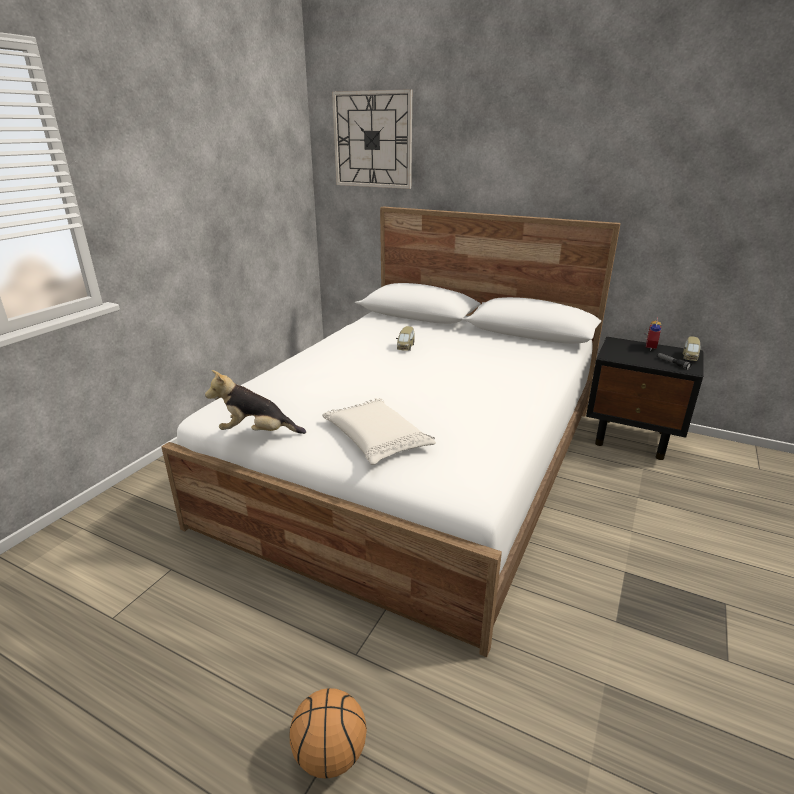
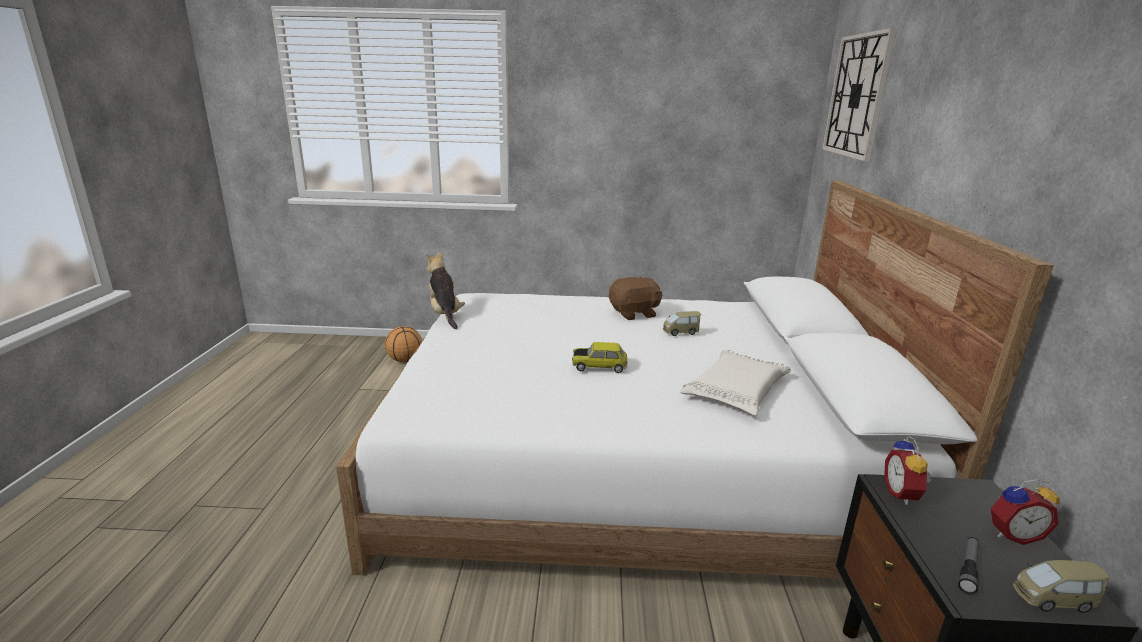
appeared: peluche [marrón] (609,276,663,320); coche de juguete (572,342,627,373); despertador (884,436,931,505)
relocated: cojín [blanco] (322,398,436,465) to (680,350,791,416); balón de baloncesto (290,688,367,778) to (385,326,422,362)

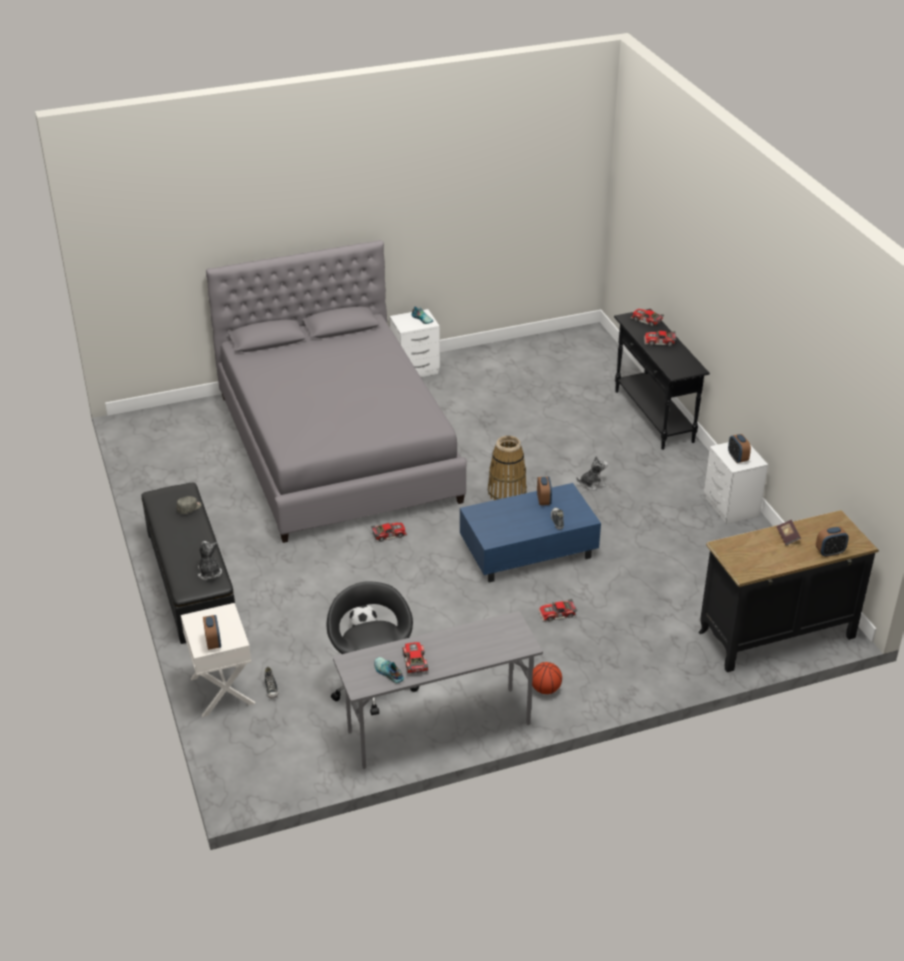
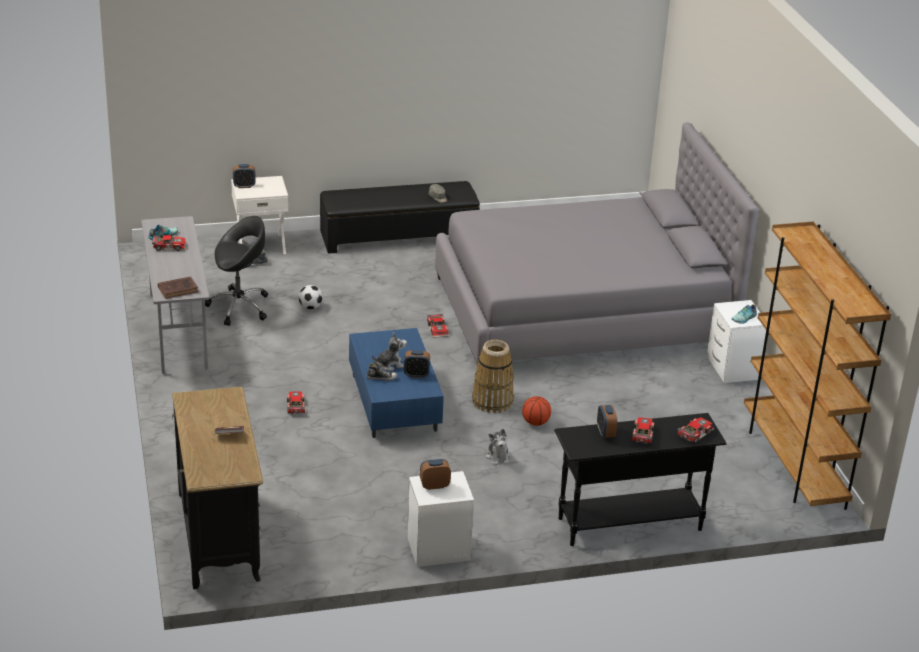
appeared: estantería [marrón] (744,222,891,510); libro [marrón] (158,276,198,299)
relocated: despertador (816,527,849,557) to (597,405,617,438); peluche (198,541,222,580) to (372,333,407,371); balón de baloncesto (532,662,562,694) to (522,396,551,426)

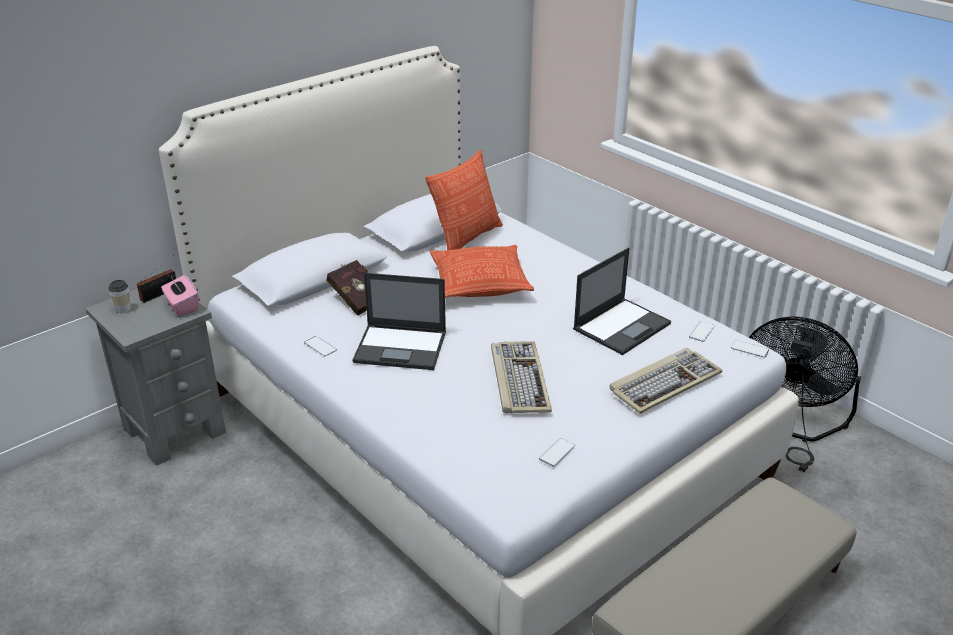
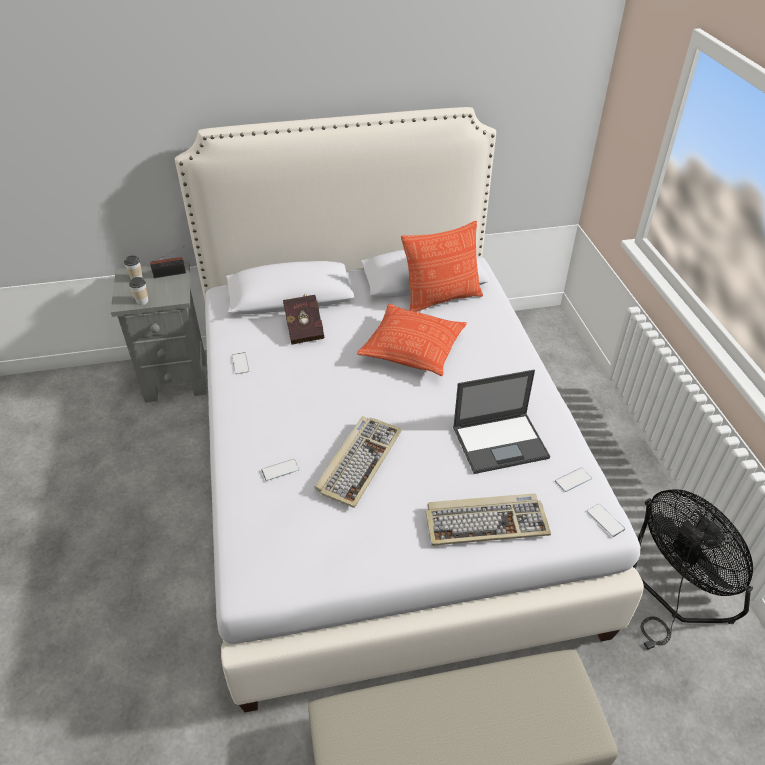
missing: portátil (352,273,446,370); caja de pañuelos [rosa] (161,275,199,316)
appeared: taza (129,277,148,305)
relocated: móvil (539,438,575,467) to (261,459,299,481)

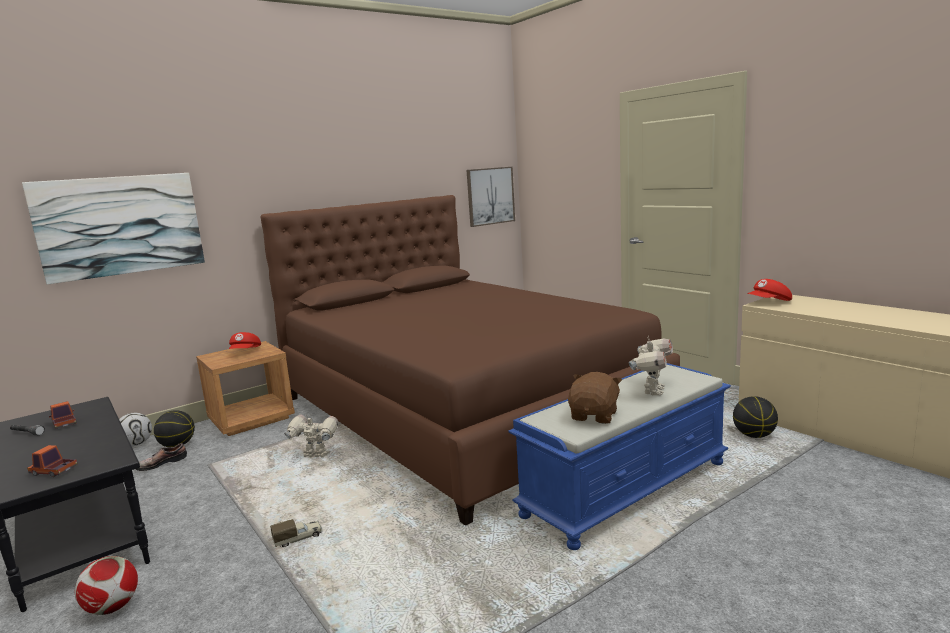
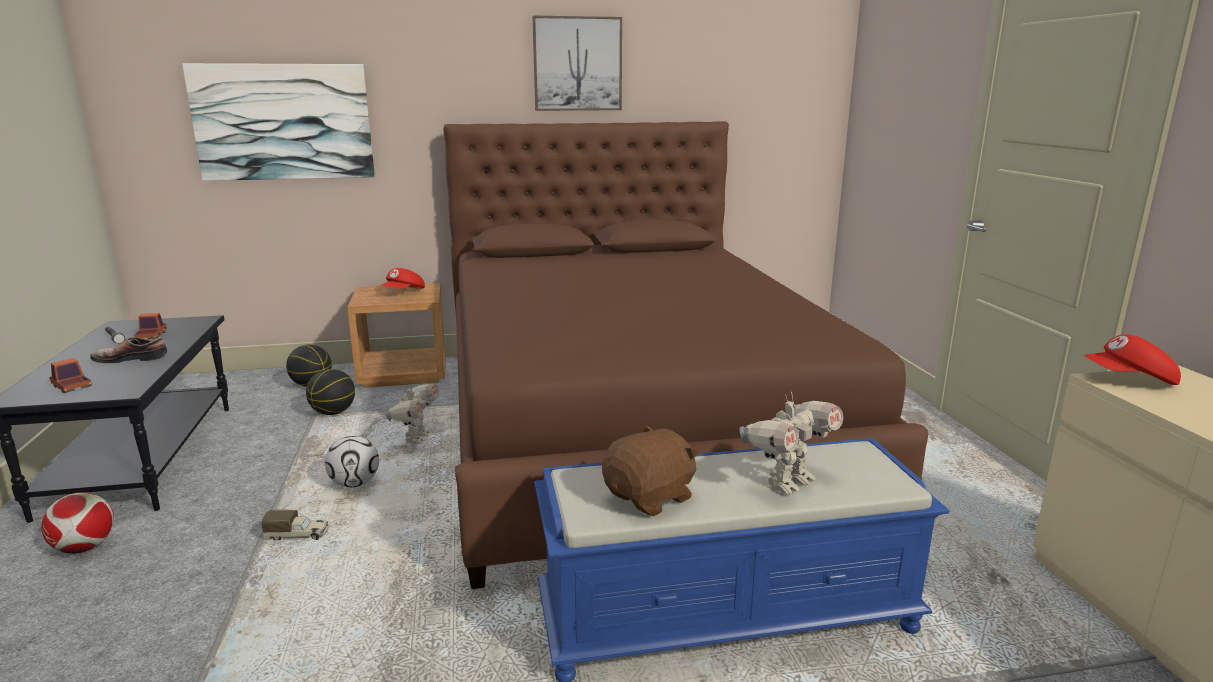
relocated: cuadro (467,167,515,227) to (532,16,622,111); balón de baloncesto (733,396,778,438) to (306,369,355,415); balón de fútbol (119,413,152,446) to (325,435,379,488); zapato (136,443,187,471) to (91,337,167,363)
spun: robot de juguete (284,415,338,458) = (384,384,439,444) 60 degrees clockwise

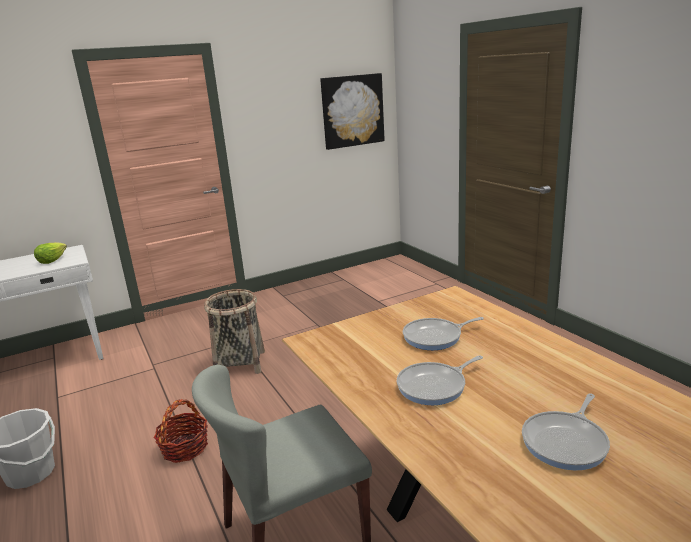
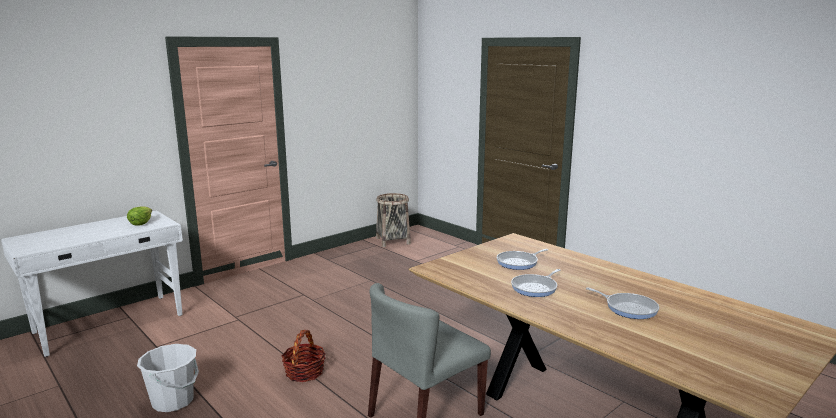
missing: cuadro (320,73,385,150)
relocated: cesta (204,289,265,374) to (376,193,411,247)
spun: sartén (522,393,610,471) = (586,288,659,319) 75 degrees counterclockwise

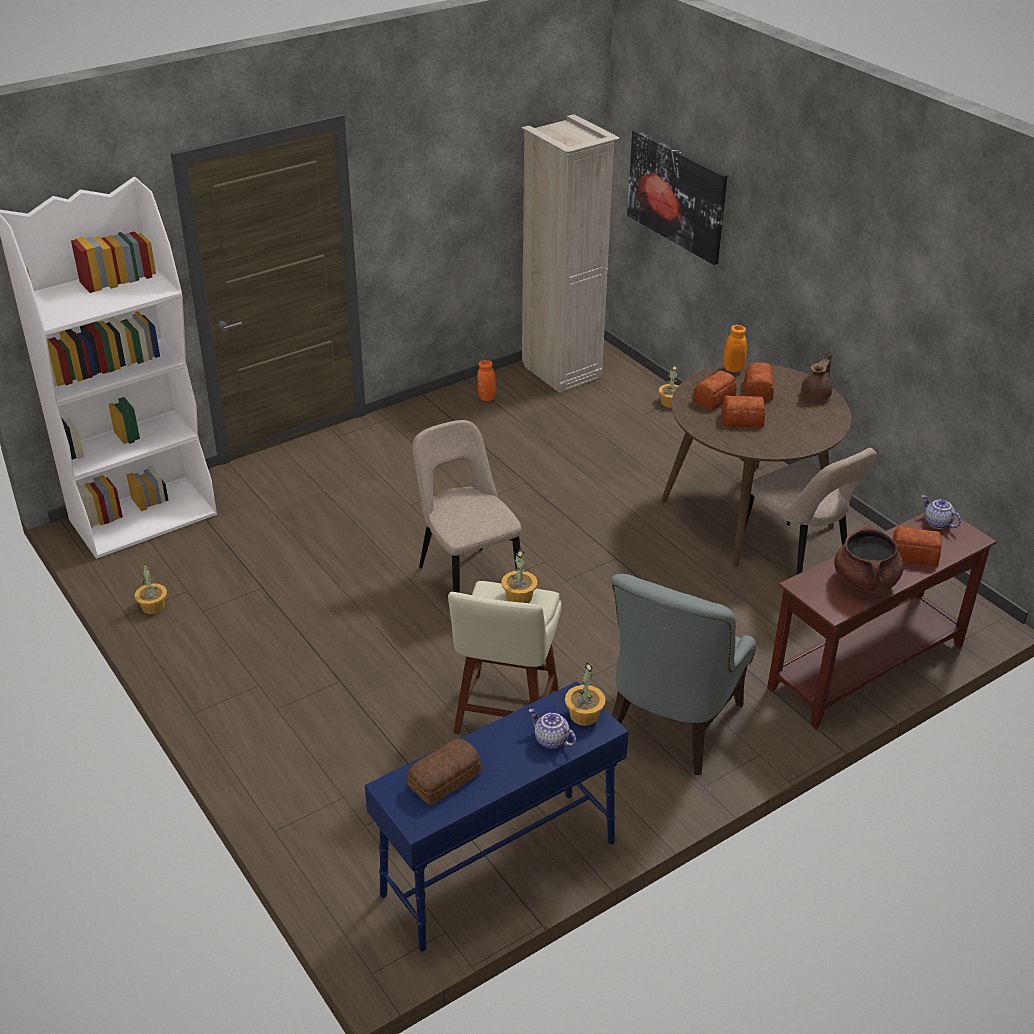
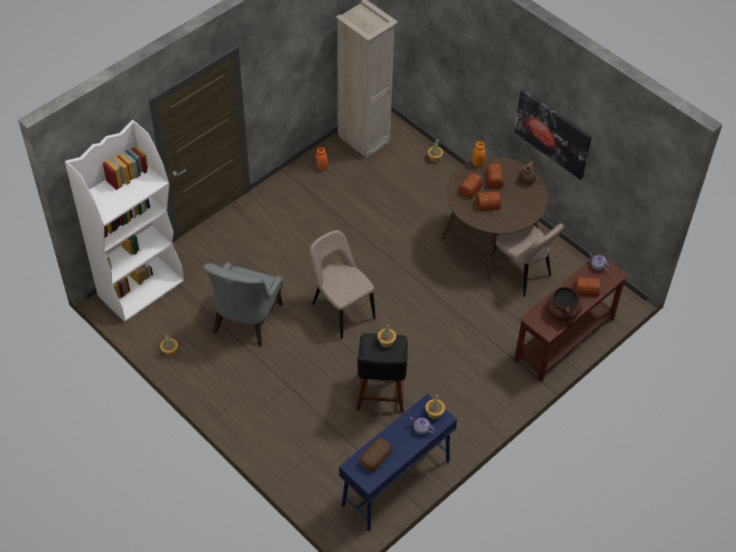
relocated: cuadro (627,130,728,265) to (514,89,592,180); silla [gris] (611,574,756,775) to (203,262,283,347)
colour: taburete [beis] (448,581,562,734) to taburete [negro] (356,333,408,413)

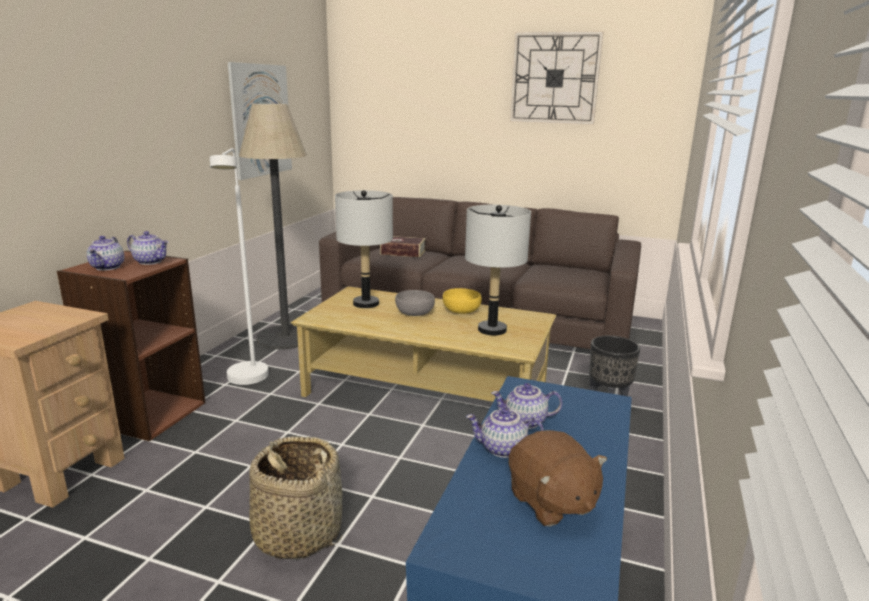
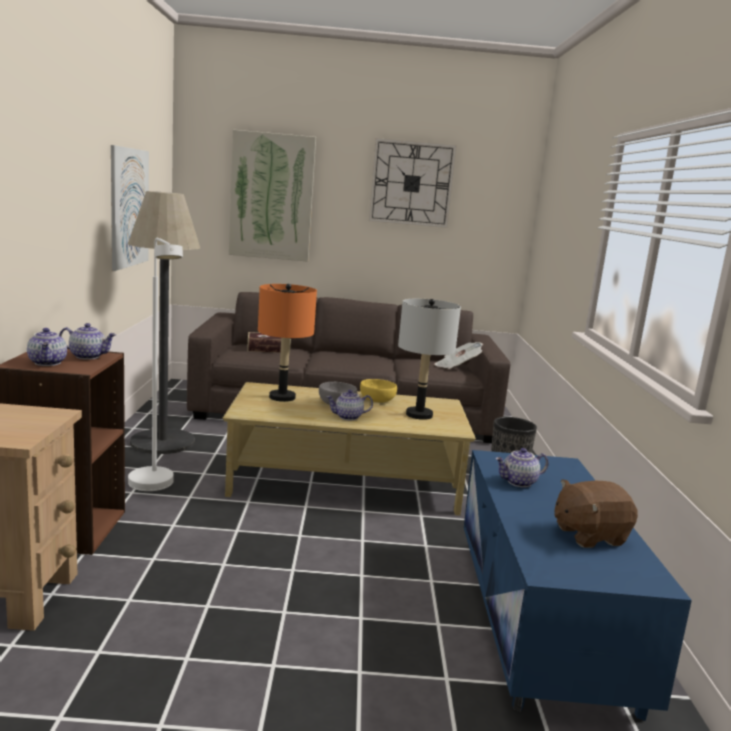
missing: cesta (249,436,342,560)
appeared: cuadro (229,130,316,262); periódico (434,342,483,369)
relocated: tetera (466,408,544,458) to (326,390,373,420)
colour: lámpara de mesa [gris] (335,190,393,308) to lámpara de mesa [naranja] (258,284,317,402)
spun: peluche [marrón] (509,430,607,527) = (554,479,638,548) 120 degrees clockwise

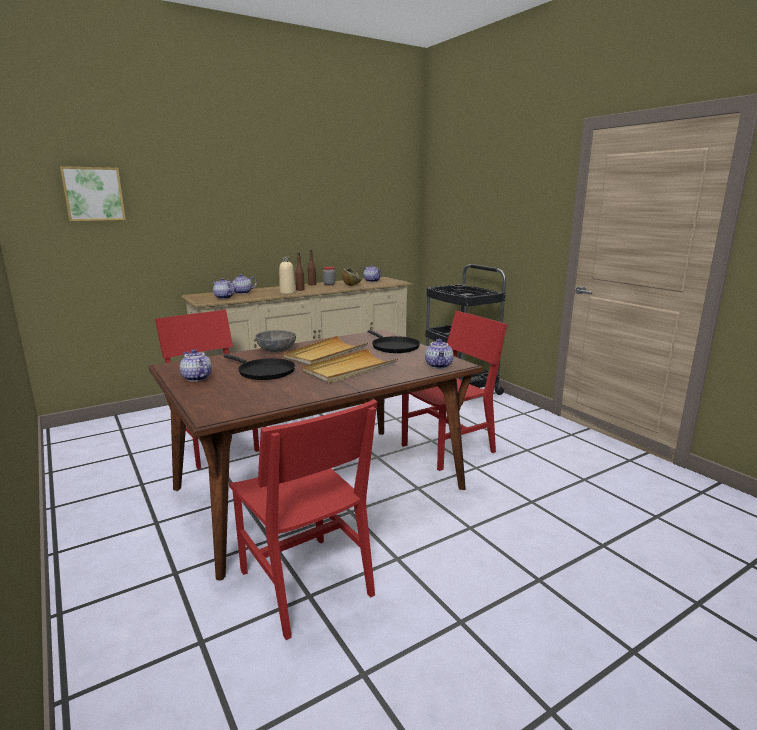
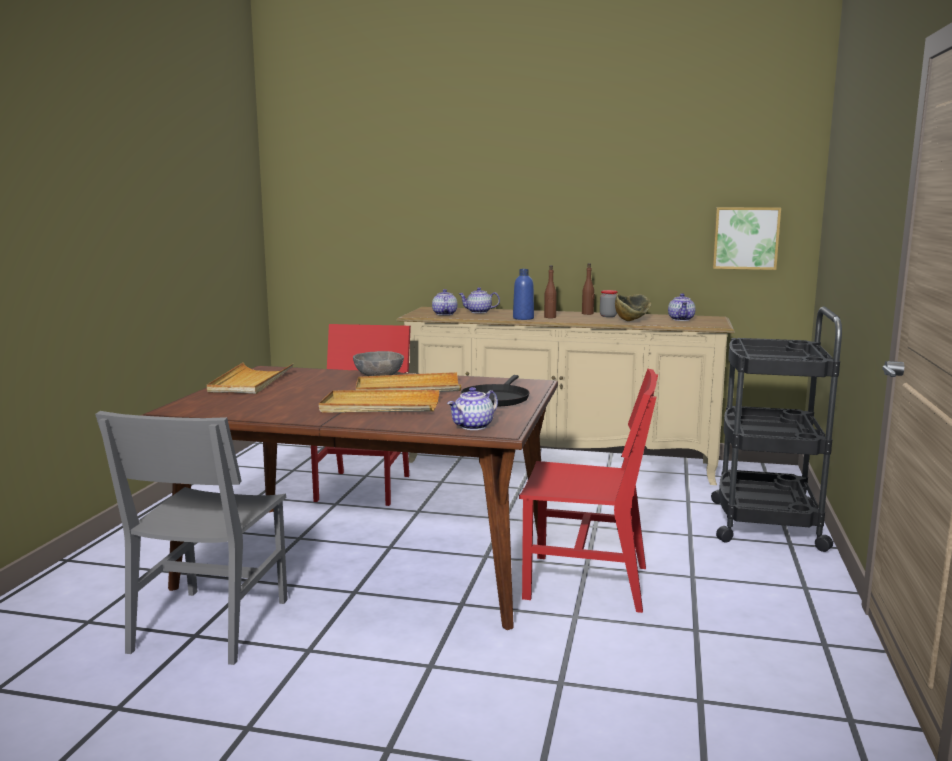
missing: sartén [negro] (224,354,295,380)
relocated: cuadro (60,166,126,221) to (713,207,781,270)
exchanged: tetera (180,349,212,382) to bandeja [beis] (207,362,293,394)
colour: botella [beis] (279,257,295,294) to botella [azul] (513,269,534,320); silla [rojo] (229,399,378,640) to silla [gris] (95,411,288,665)

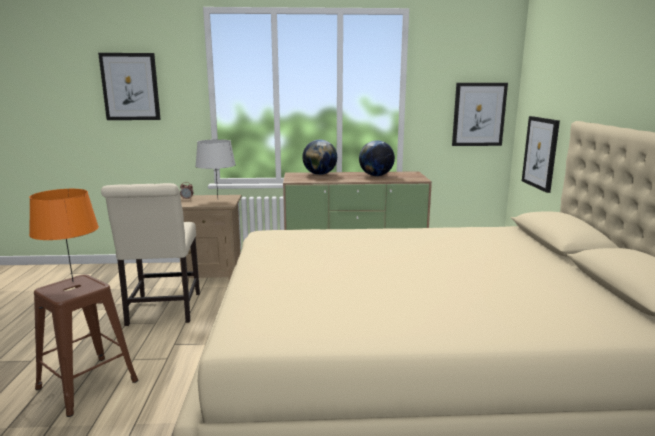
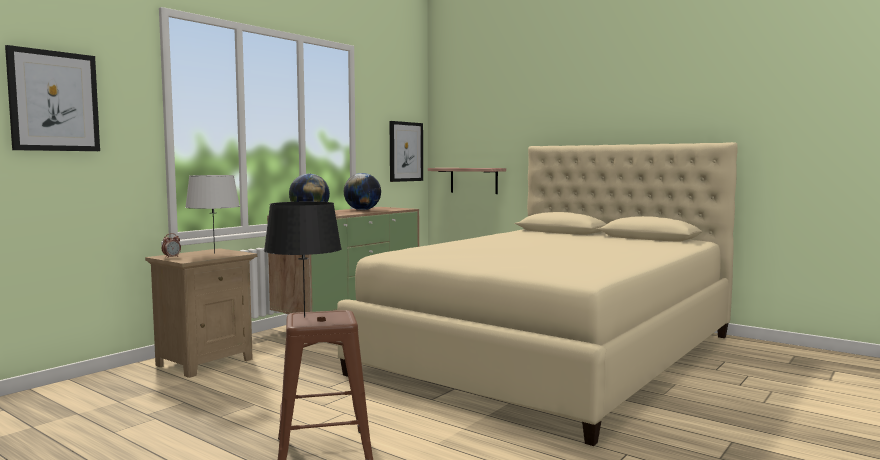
missing: silla [beis] (101,183,200,326)
exchanged: cuadro (522,116,560,193) to estante (428,168,506,194)
colour: lámpara de mesa [naranja] (29,189,99,282) to lámpara de mesa [negro] (264,202,342,317)

